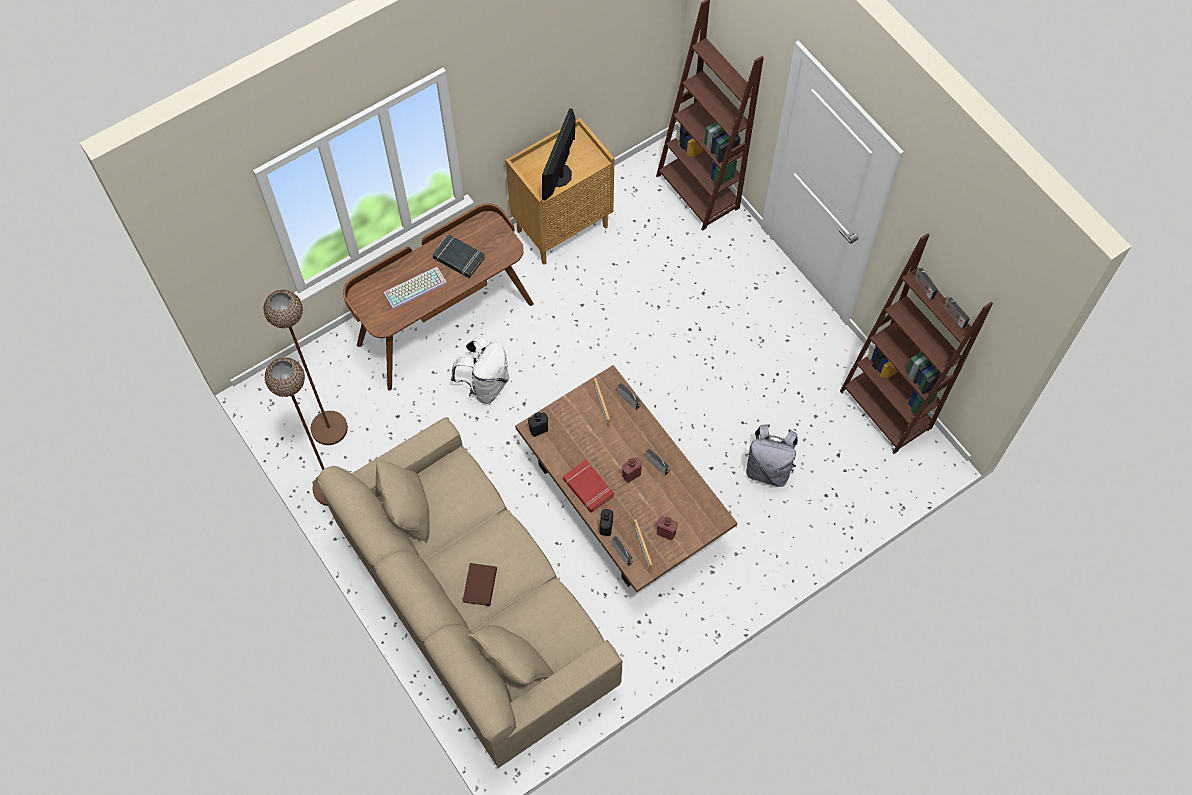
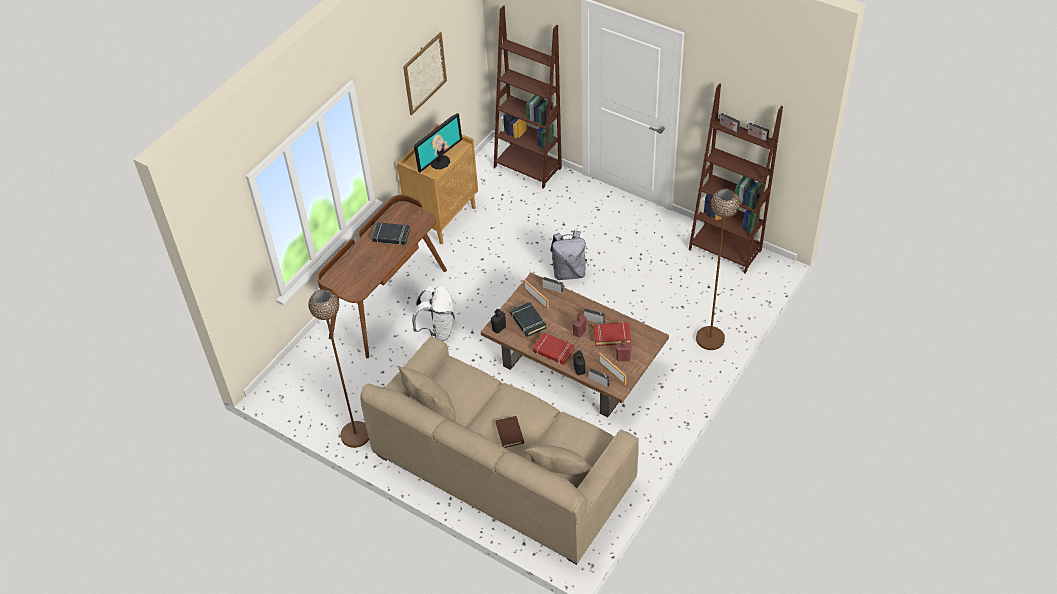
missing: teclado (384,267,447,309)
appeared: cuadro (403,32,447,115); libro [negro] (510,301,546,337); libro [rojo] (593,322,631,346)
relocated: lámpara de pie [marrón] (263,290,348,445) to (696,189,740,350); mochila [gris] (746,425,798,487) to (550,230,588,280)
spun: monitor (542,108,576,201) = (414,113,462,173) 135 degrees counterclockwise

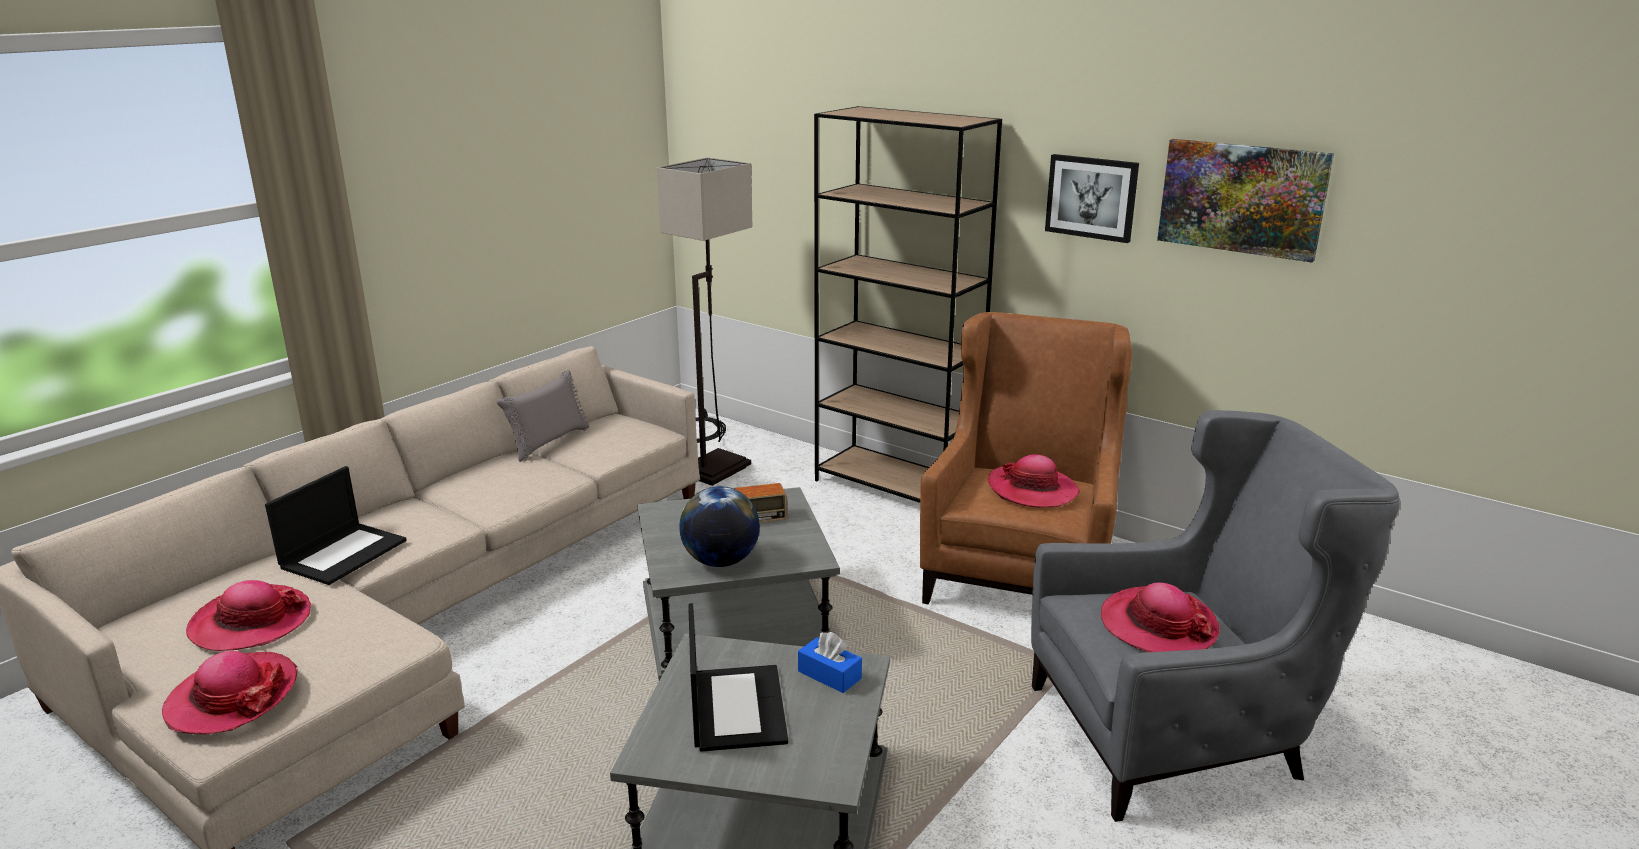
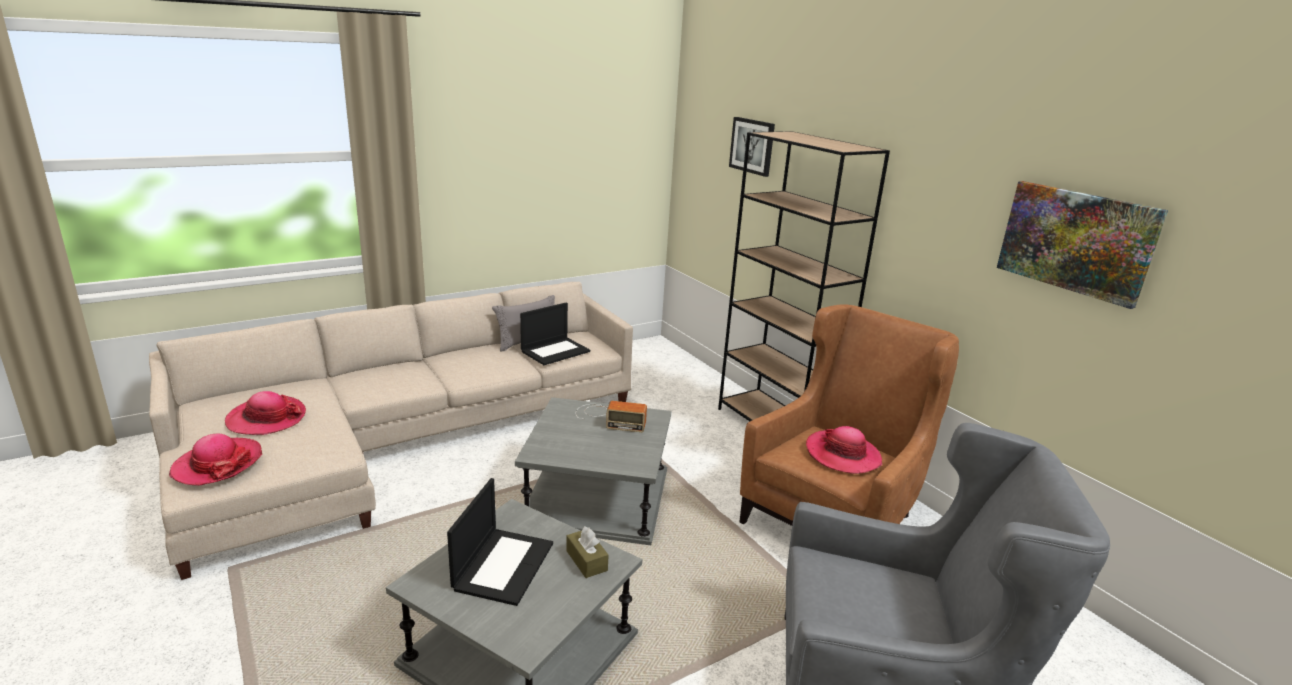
missing: lámpara de pie (657,157,752,486); globo terráqueo (679,486,760,567); sombrero (1101,582,1220,652)
relocated: cuadro (1045,154,1139,243) to (729,117,775,177); portátil (265,466,407,585) to (520,302,590,365)
colour: caja de pañuelos [azul] (798,632,862,693) to caja de pañuelos [marrón] (566,526,608,578)

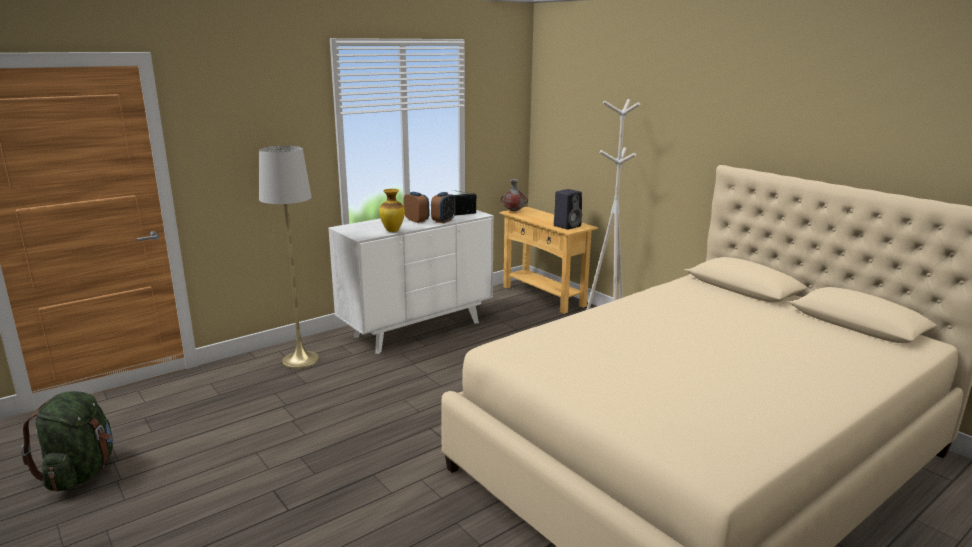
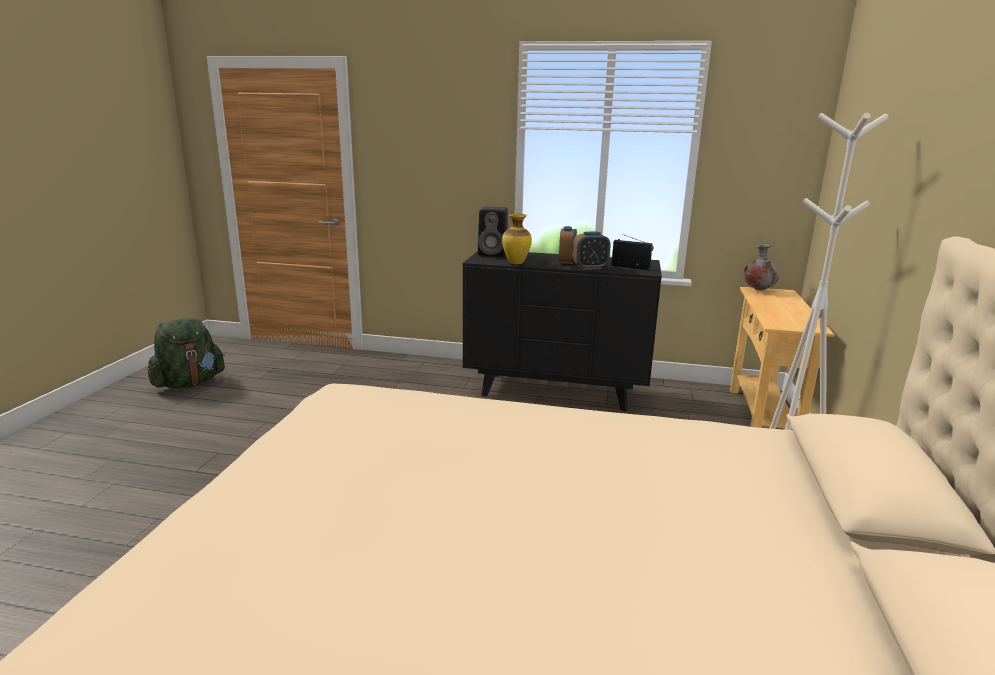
missing: lámpara de pie [gris] (259,146,319,369)
relocated: altavoz [negro] (554,189,582,230) to (478,206,508,257)
colour: cómoda [blanco] (328,210,494,354) to cómoda [negro] (463,251,662,412)

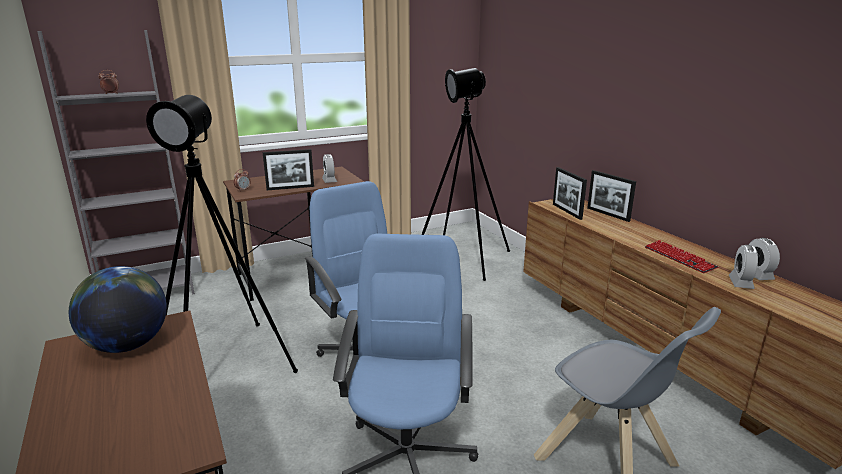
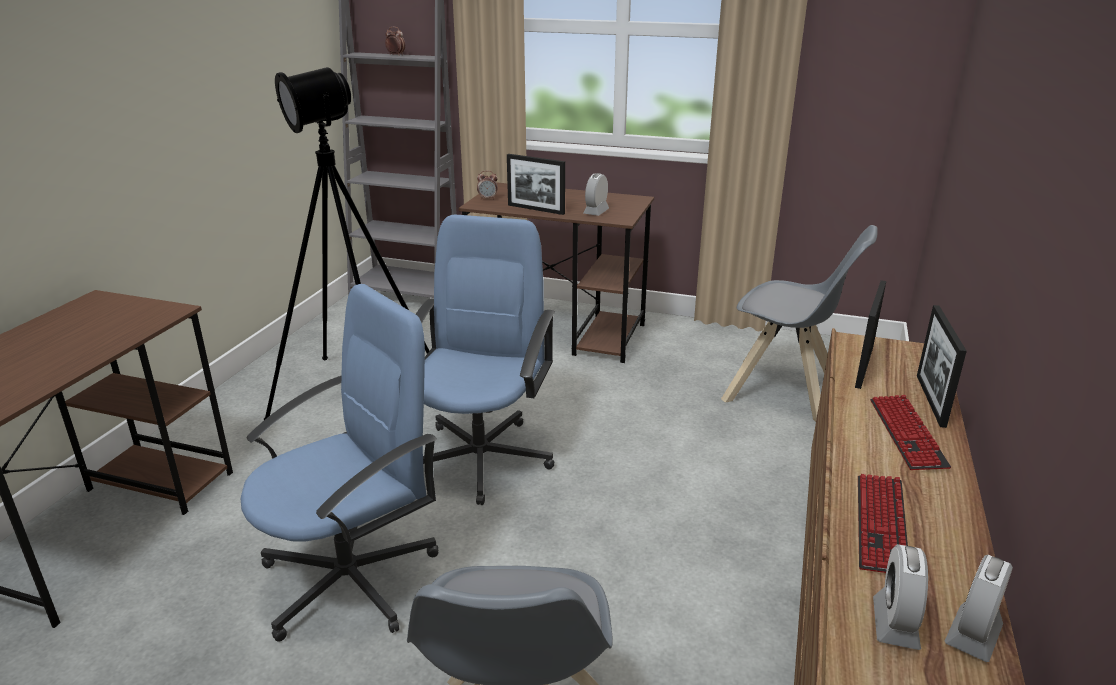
missing: globo terráqueo (69,266,167,353)
appeared: teclado (870,395,951,470)
exchanged: lámpara de pie [negro] (422,68,510,281) to silla [gris] (721,225,878,422)
spun: despertador (729,245,758,289) = (873,544,928,650) 45 degrees counterclockwise

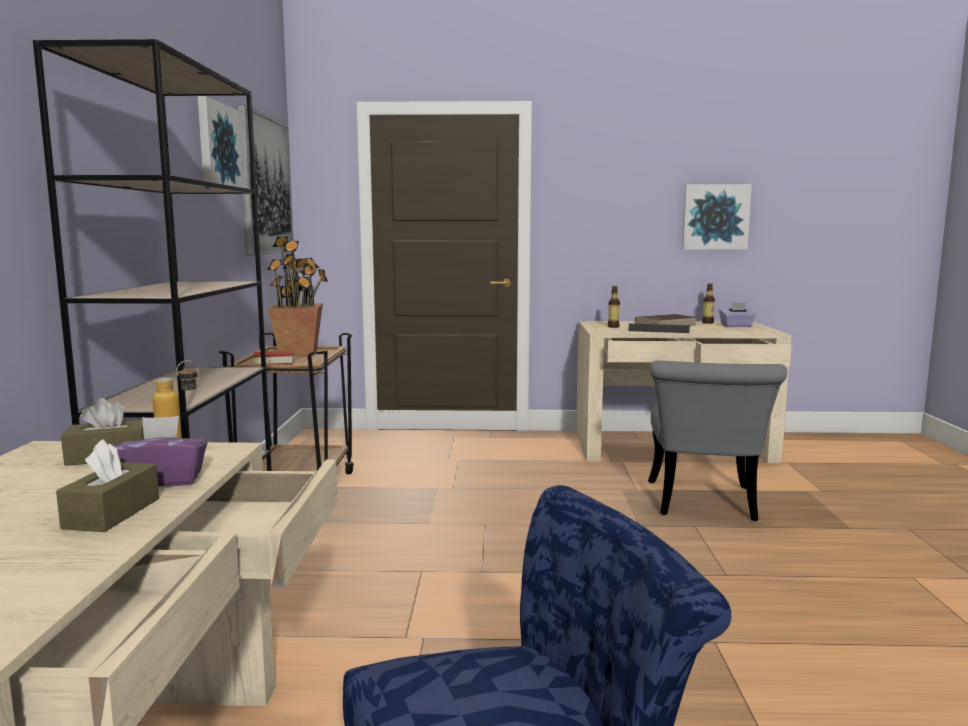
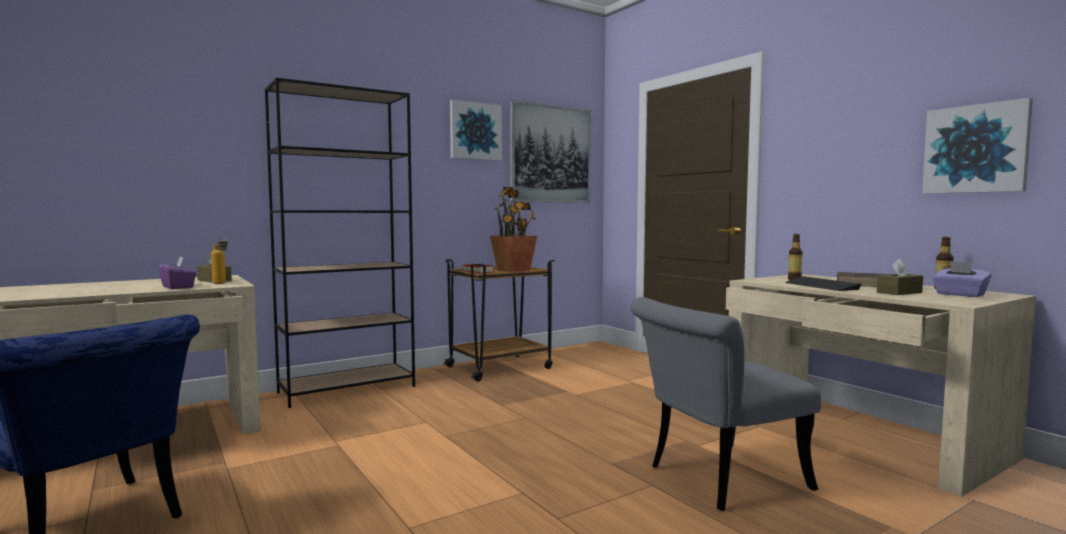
relocated: caja de pañuelos [marrón] (56,439,159,532) to (877,258,923,295)

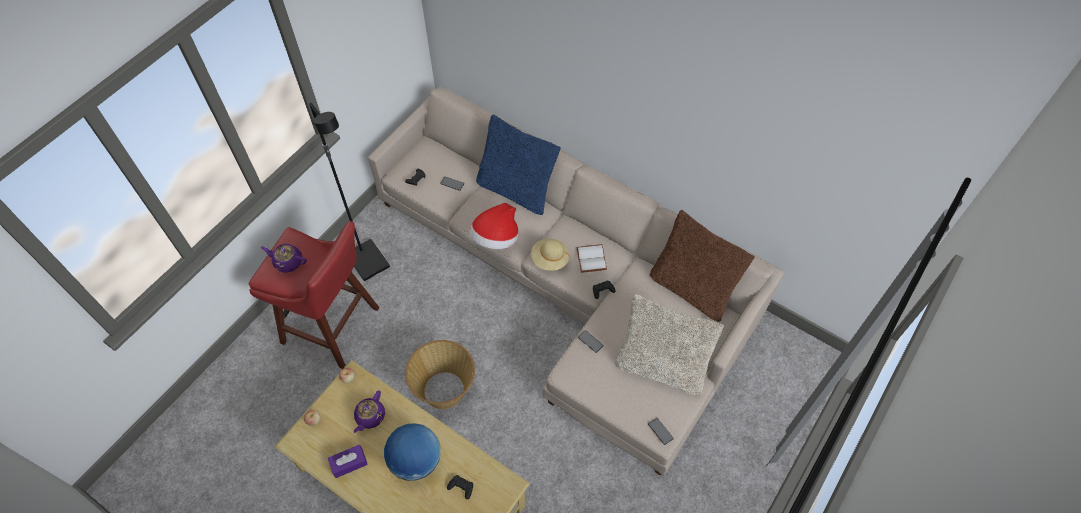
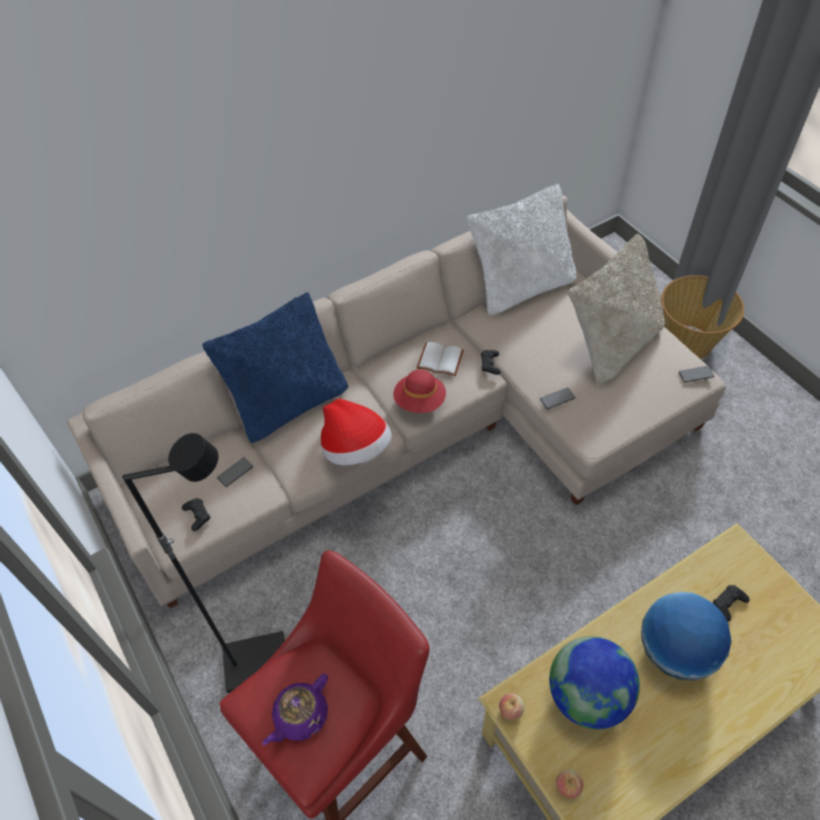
missing: caja de pañuelos [morado] (328,445,368,478)
relocated: cesta (405,340,475,409) to (661,275,744,359)
exchanged: tetera [morado] (354,391,385,433) to globo terráqueo (549,636,640,729)
colour: cojín [marrón] (649,210,755,322) to cojín [blanco] (467,184,577,315); sombrero [beis] (531,239,569,271) to sombrero [rojo] (393,370,446,413)

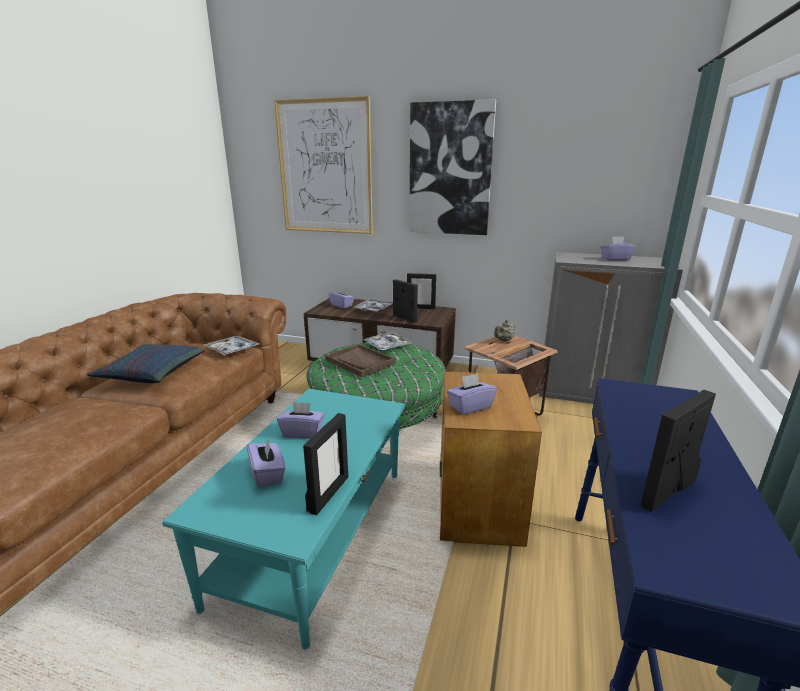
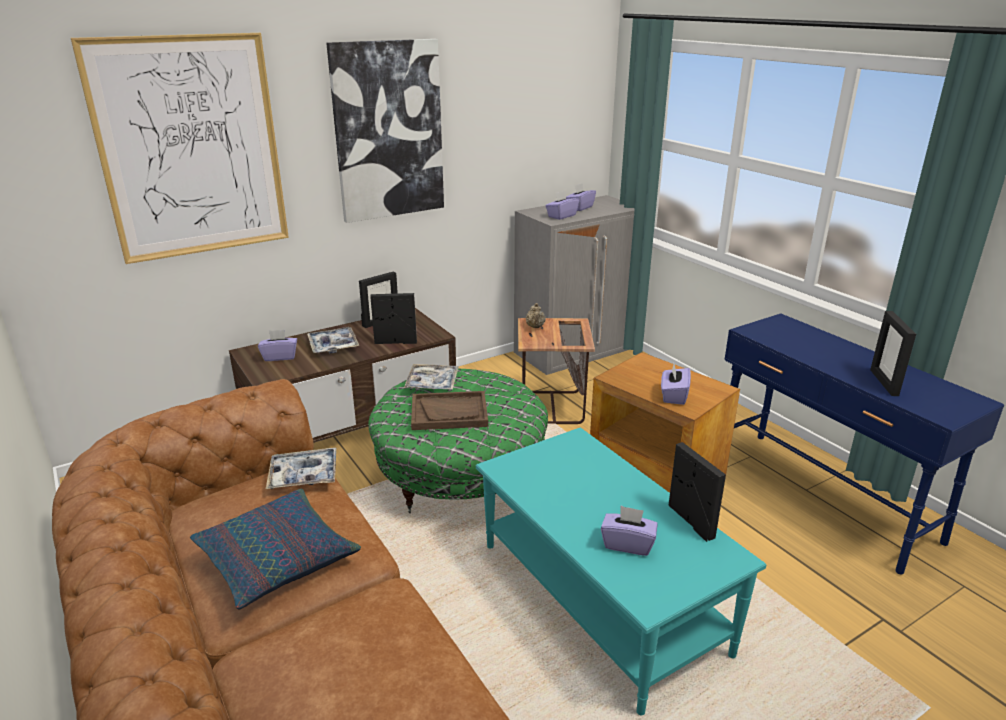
relocated: caja de pañuelos [morado] (277,402,325,439) to (545,191,579,220)

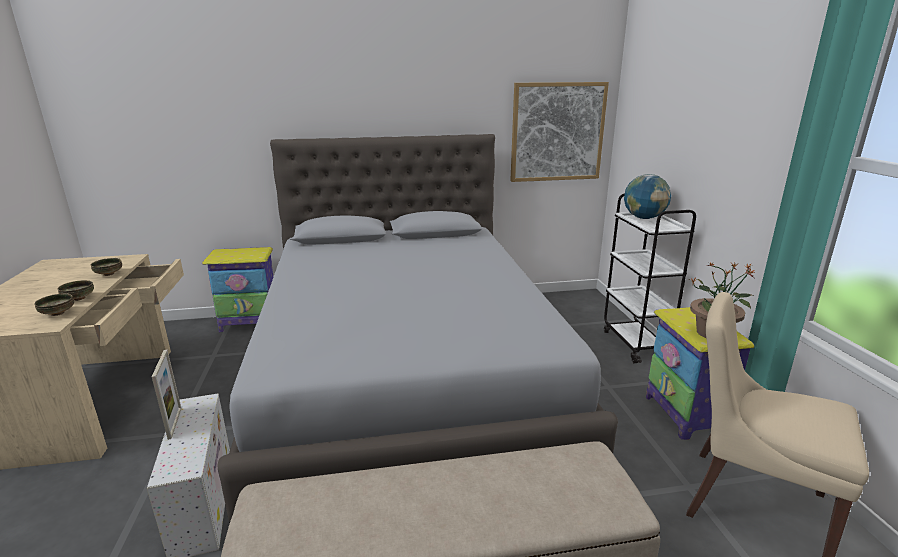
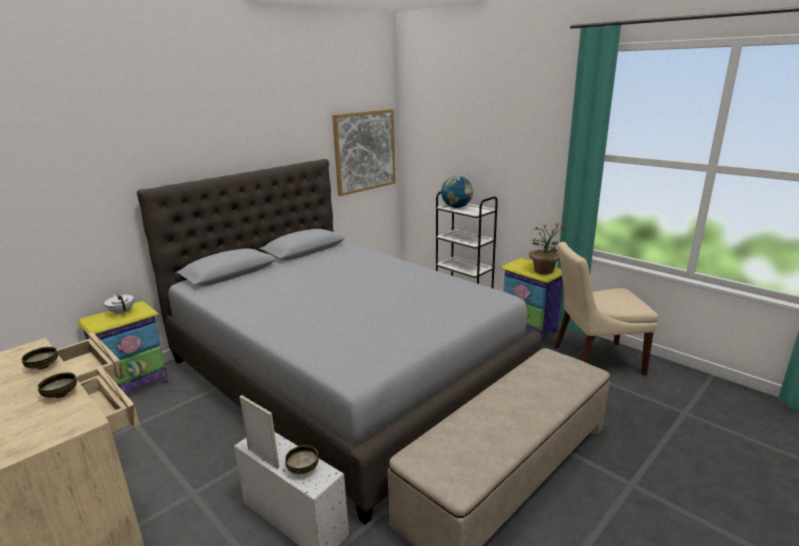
appeared: tetera [blanco] (104,294,134,315)
relocated: cuenco (34,293,74,316) to (285,445,319,474)

